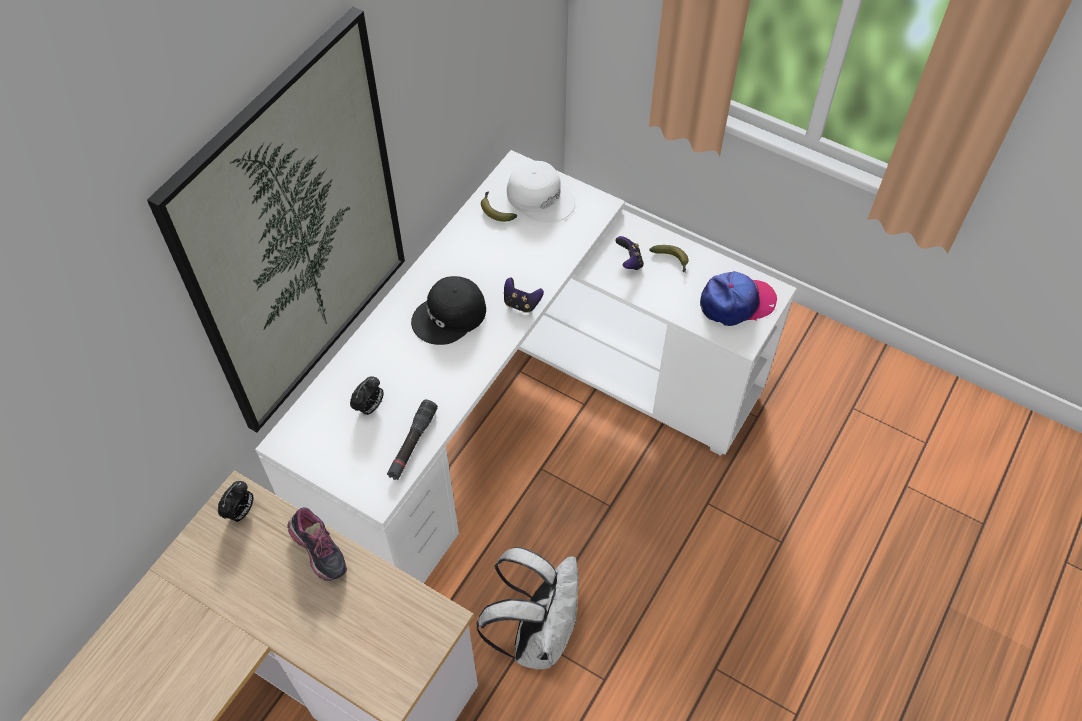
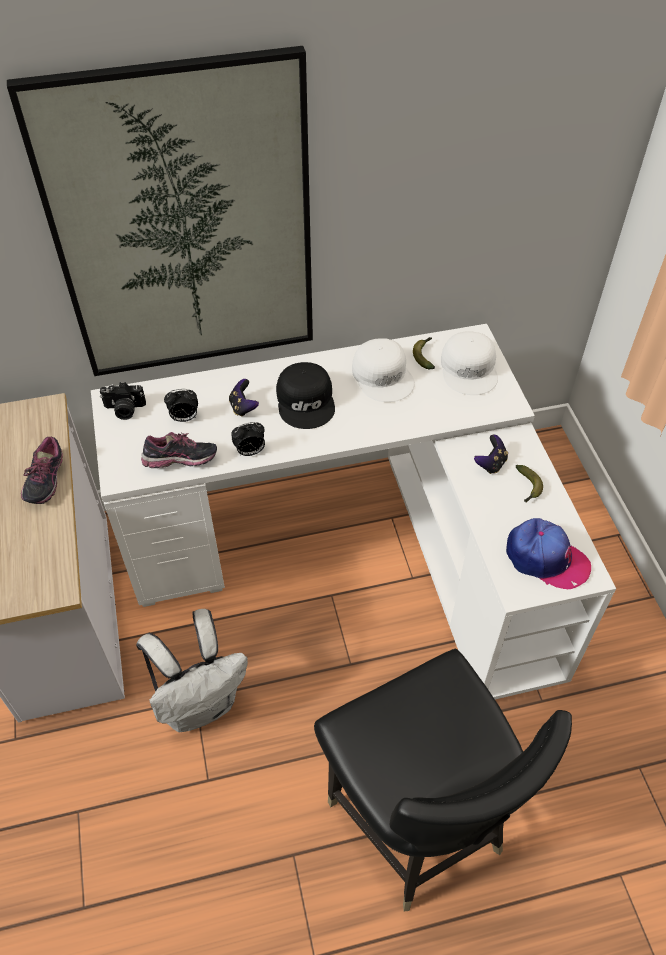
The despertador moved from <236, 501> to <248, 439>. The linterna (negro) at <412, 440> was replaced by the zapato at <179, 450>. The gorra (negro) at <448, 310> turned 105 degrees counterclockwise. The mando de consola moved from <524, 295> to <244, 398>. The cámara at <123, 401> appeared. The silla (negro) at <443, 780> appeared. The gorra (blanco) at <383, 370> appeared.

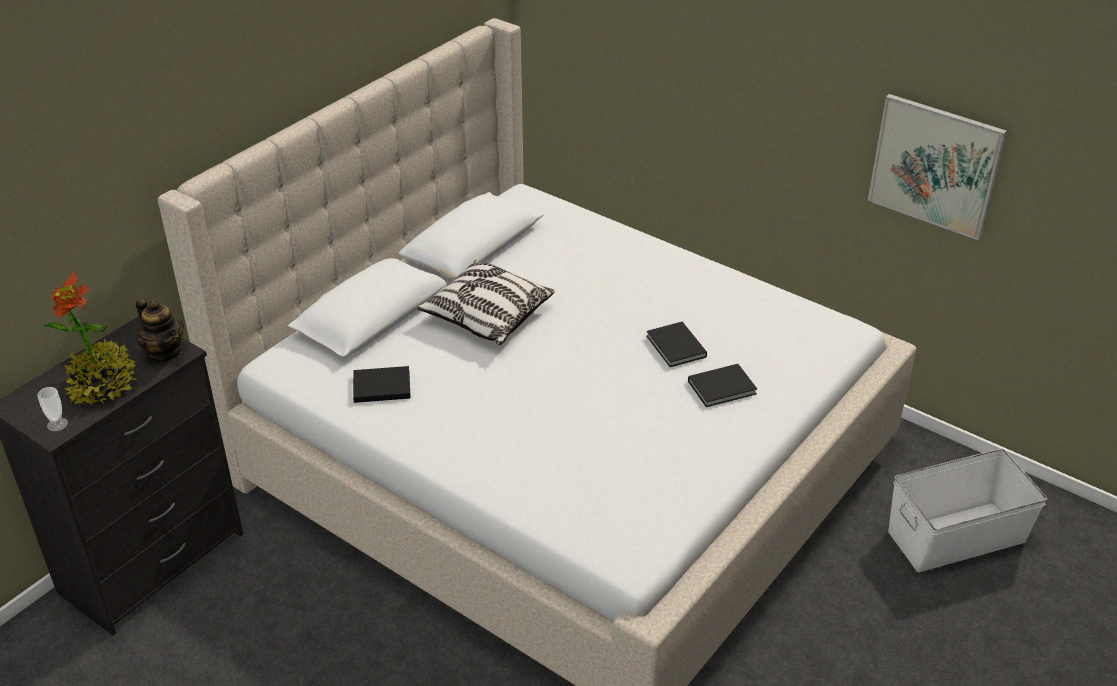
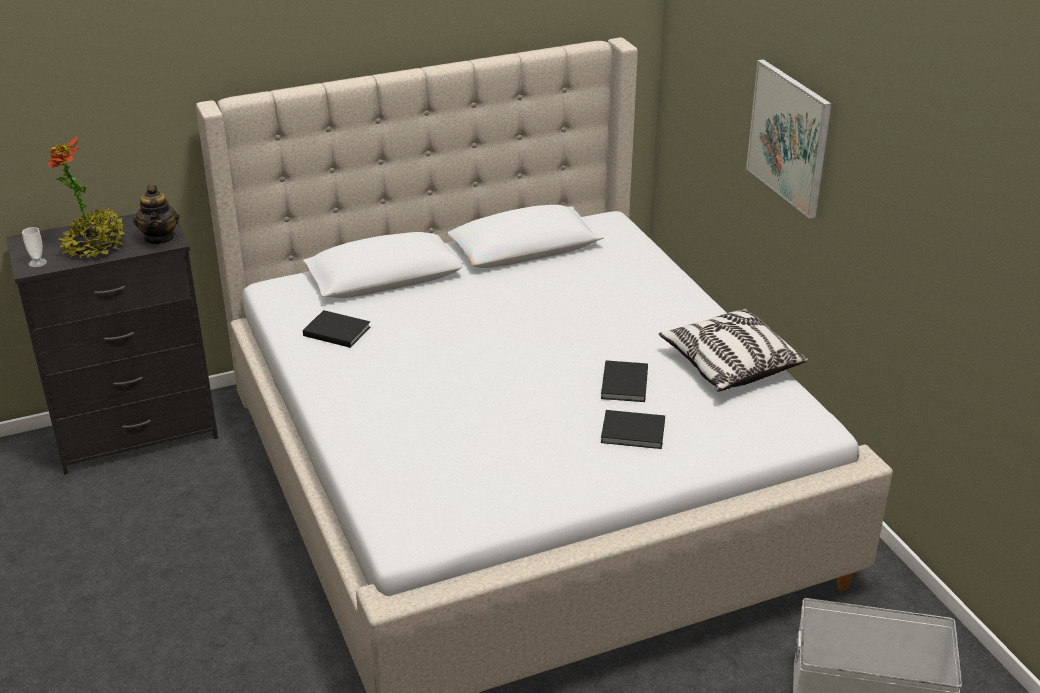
The cojín moved from <486, 302> to <733, 350>. The cuadro moved from <937, 167> to <789, 139>.

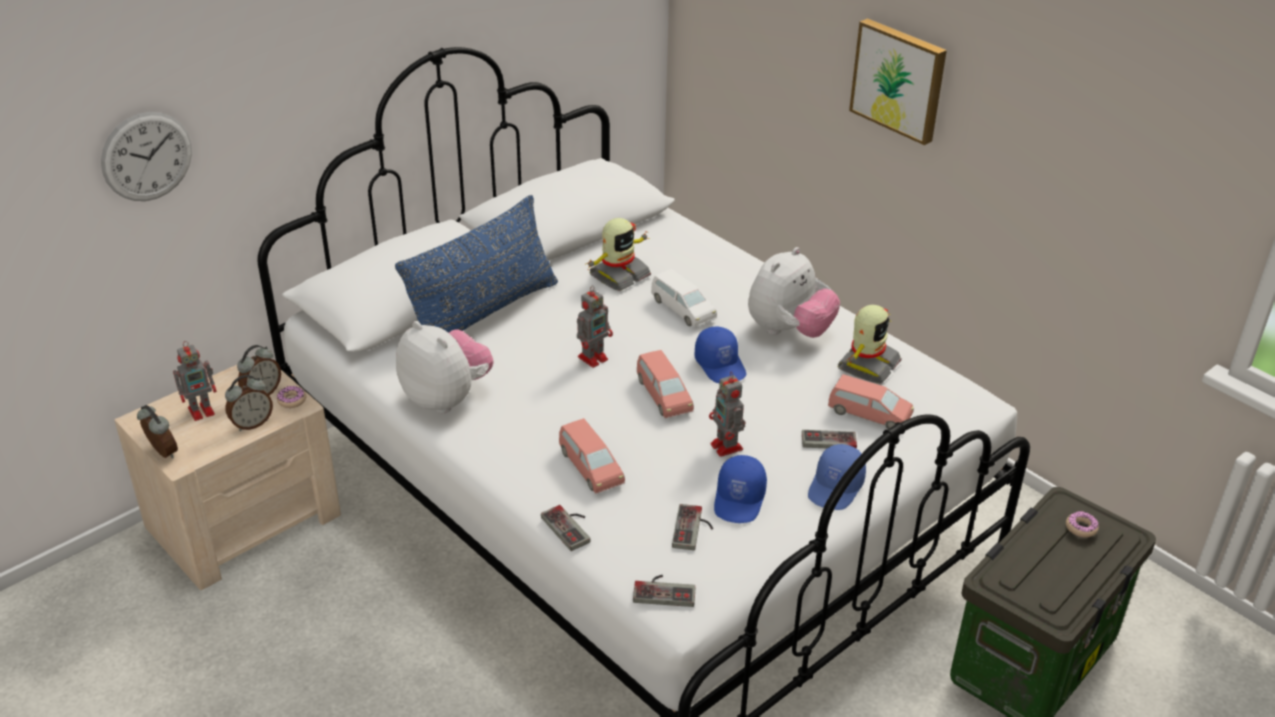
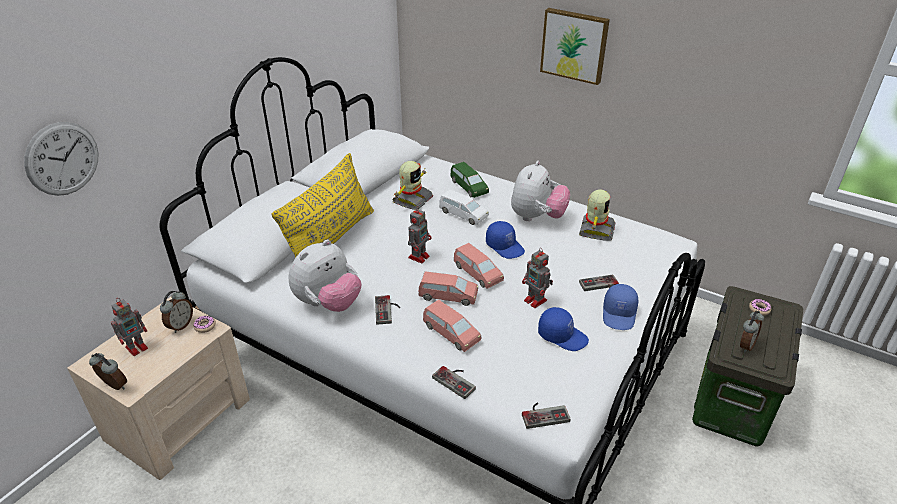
The despertador moved from <249, 403> to <752, 332>. The cojín (azul) at <476, 264> became the cojín (amarillo) at <322, 205>. The peluche at <445, 367> turned 105 degrees clockwise. The mando de consola moved from <692, 527> to <387, 310>. The gorra (azul) at <740, 489> turned 60 degrees counterclockwise. The coche de juguete (rosa) moved from <871, 401> to <448, 288>. The coche de juguete (verde) at <469, 180> appeared.

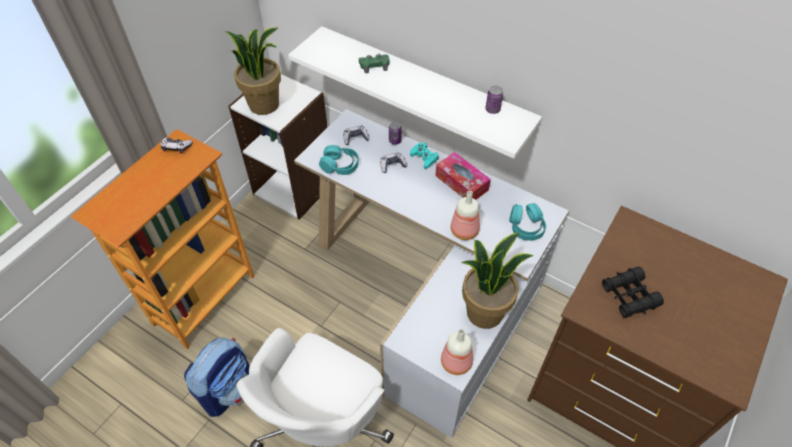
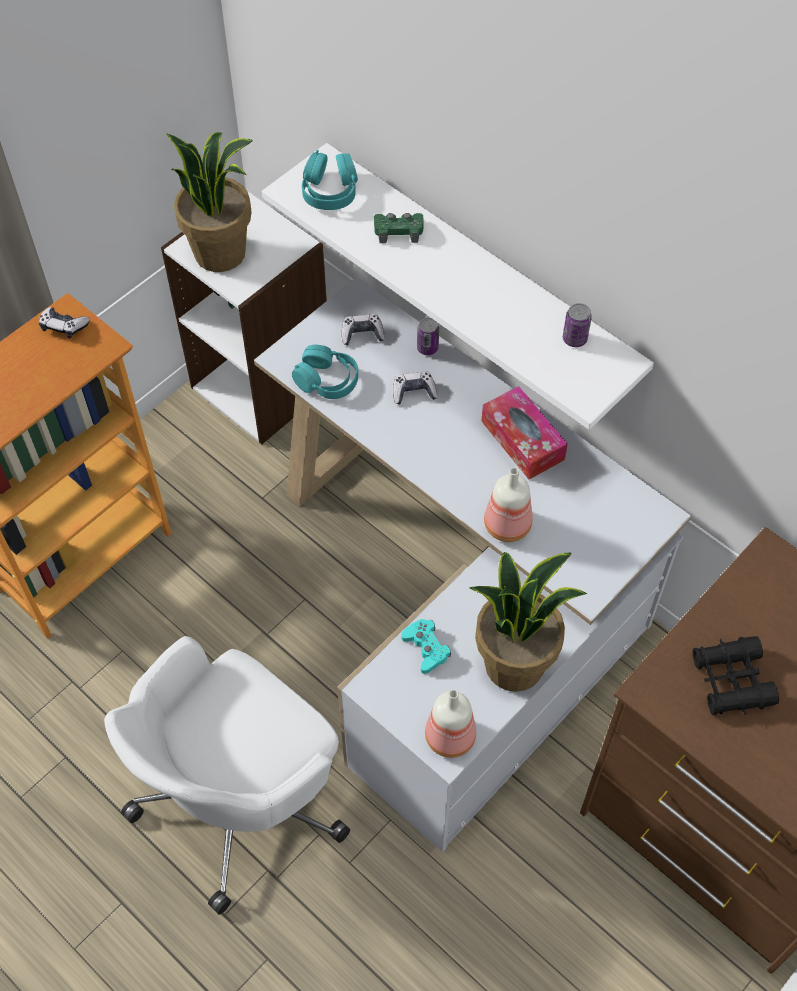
The mochila at <217, 377> disappeared. The mando de consola (turquesa) moved from <424, 156> to <426, 646>. The auriculares (turquesa) moved from <527, 222> to <330, 180>.

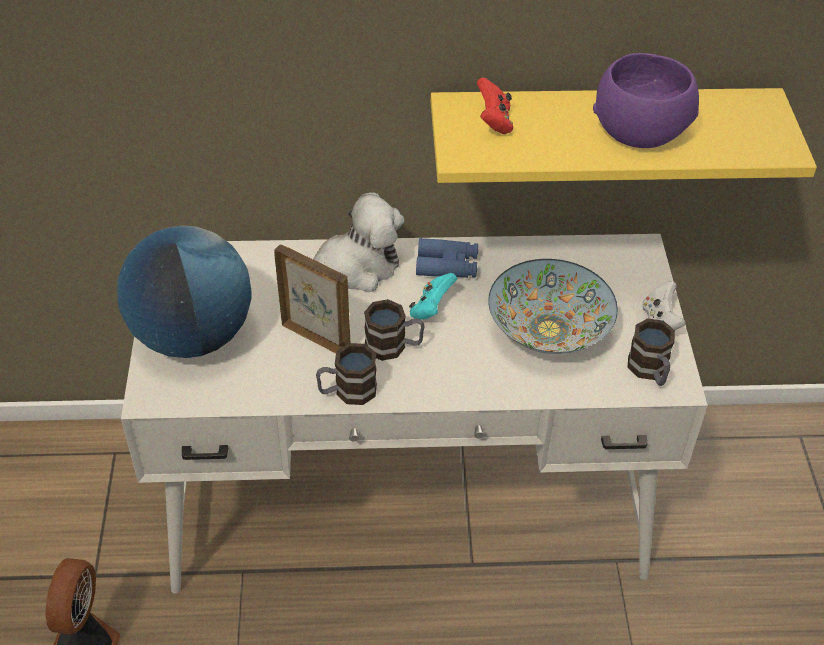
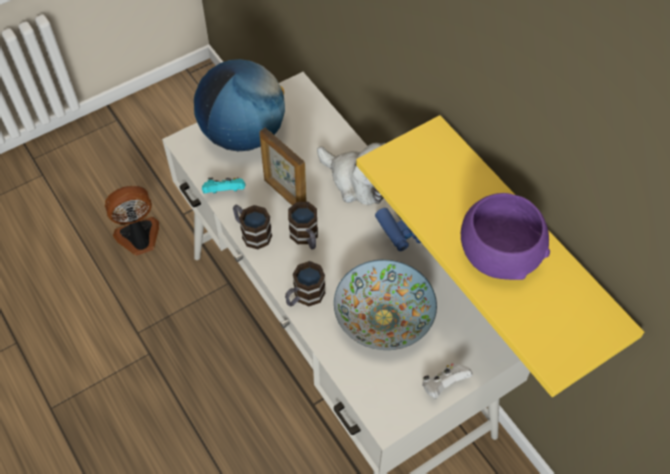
The portarretratos at <312, 299> turned 135 degrees clockwise. The mando de consola (turquesa) moved from <433, 296> to <223, 185>. The mando de consola (rojo) at <495, 105> disappeared. The taza grande moved from <651, 352> to <305, 284>.

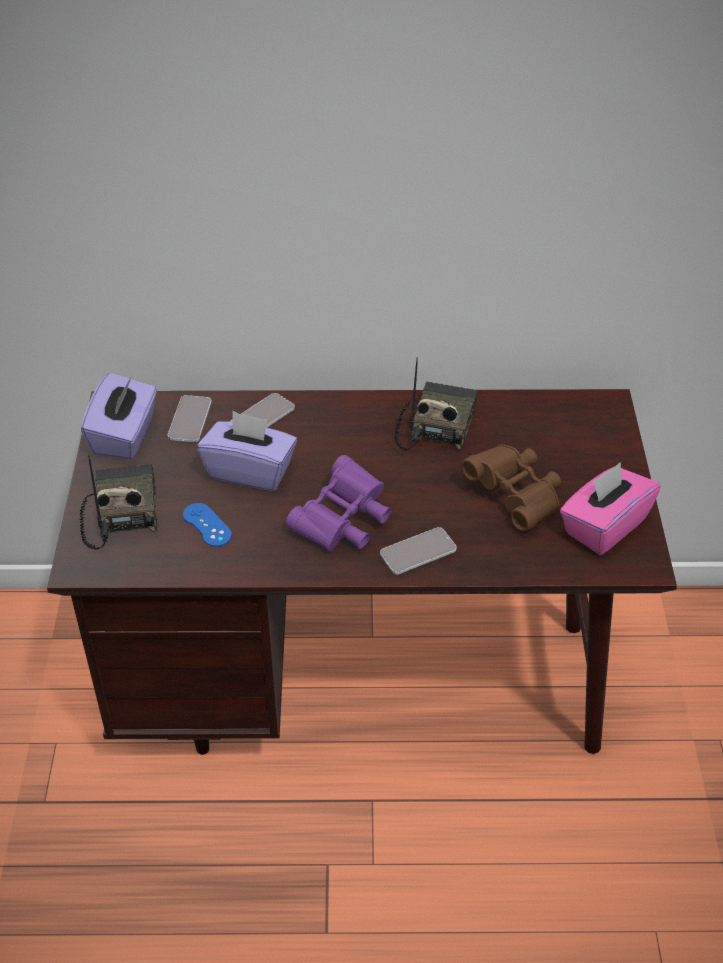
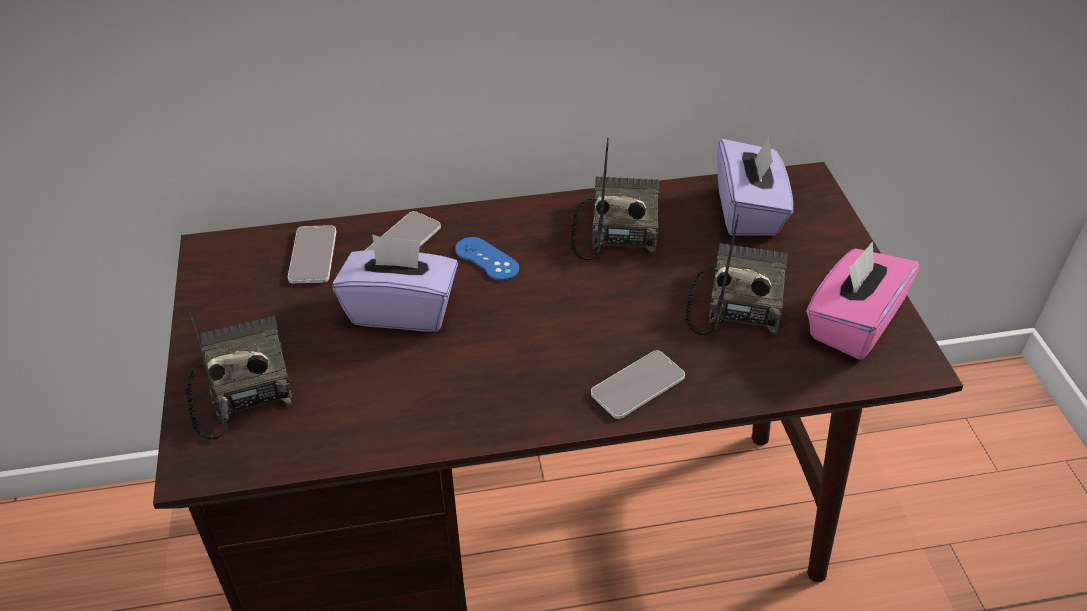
The caja de pañuelos (morado) moved from <119, 416> to <755, 186>. The mando de consola (azul) moved from <207, 525> to <487, 259>. The prismáticos (morado) at <338, 503> disappeared. The prismáticos (marrón) at <511, 488> was replaced by the radio at <736, 274>.

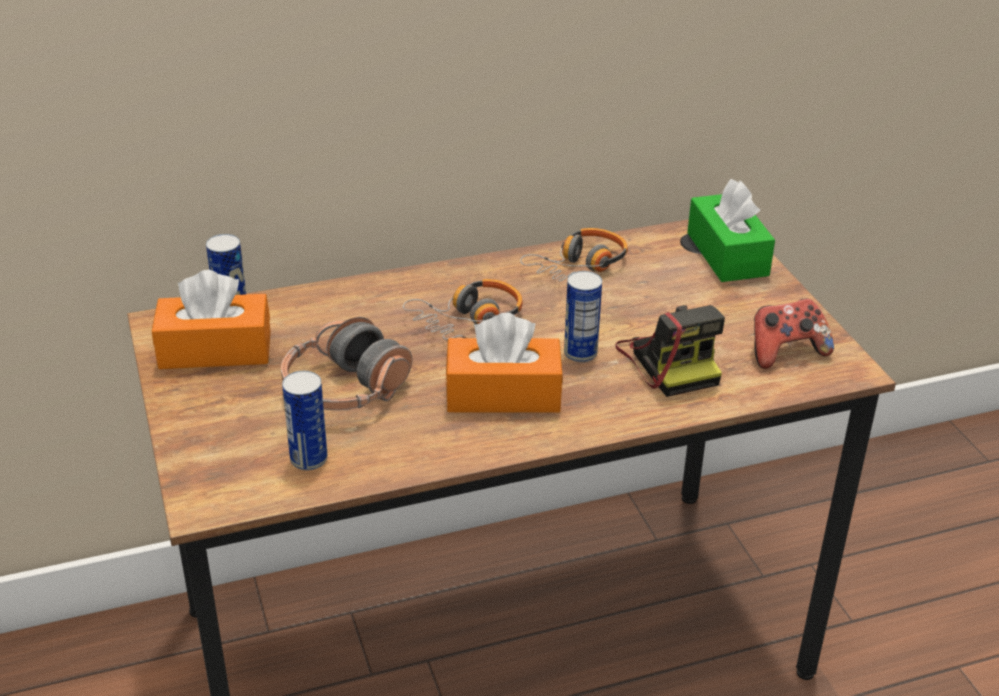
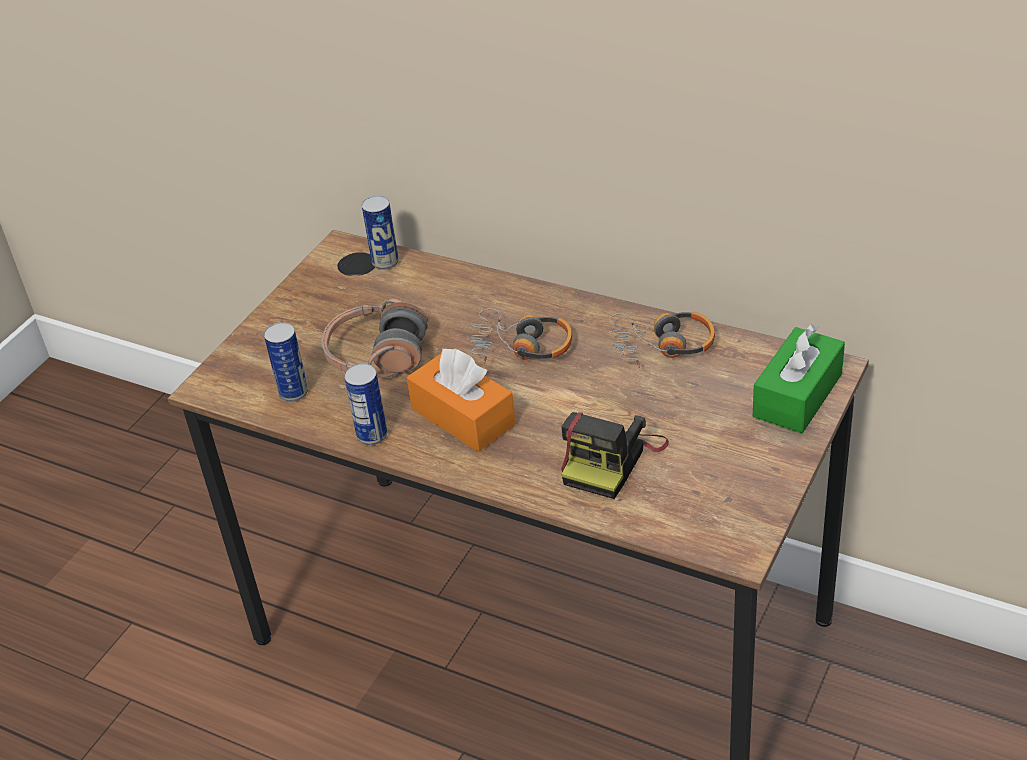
The caja de pañuelos (naranja) at <211, 319> disappeared. The lata moved from <583, 316> to <365, 404>. The mando de consola at <794, 333> disappeared.

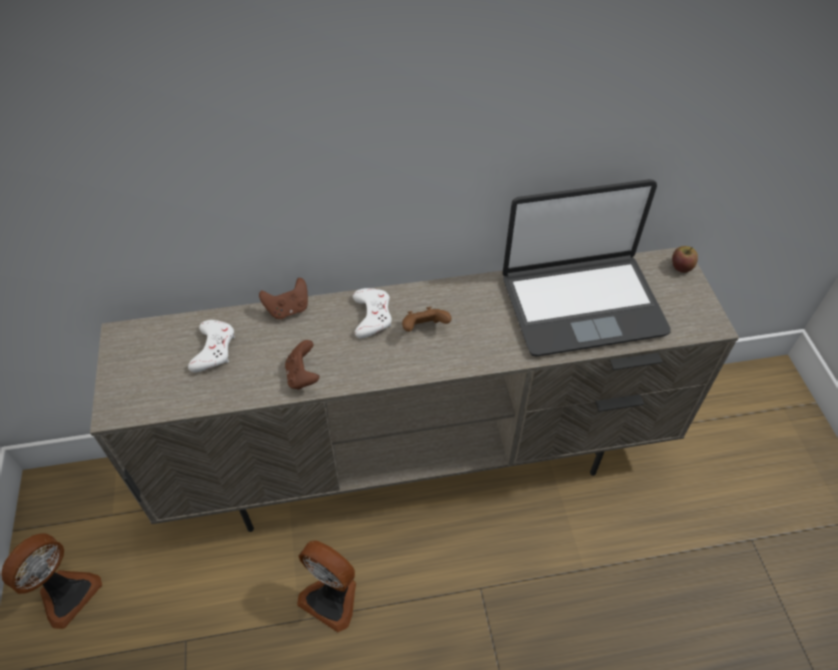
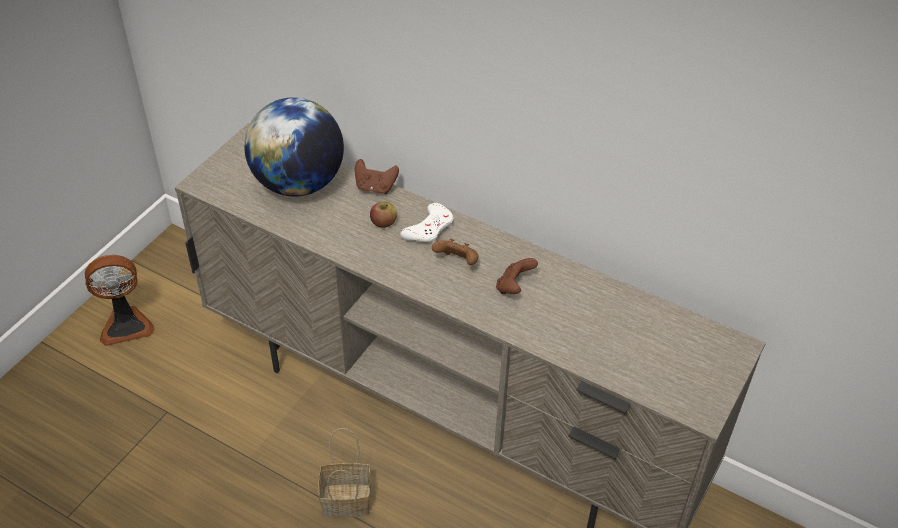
The mando de consola (blanco) at <211, 346> was replaced by the globo terráqueo at <294, 147>. The mando de consola (marrón) moved from <302, 365> to <517, 276>. The ventilador at <326, 586> disappeared. The portátil at <586, 268> disappeared. The manzana moved from <685, 259> to <383, 215>. The cesta at <344, 472> appeared.

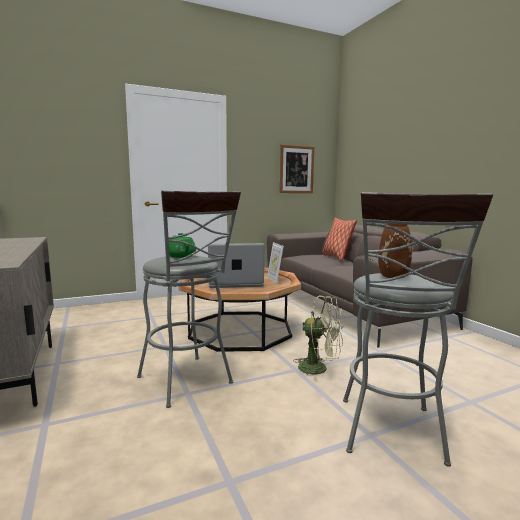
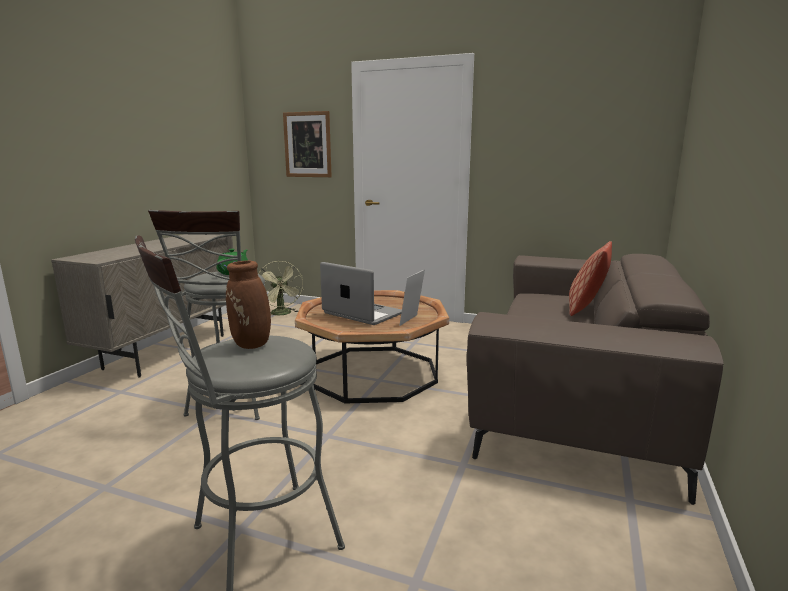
The cuadro moved from <297, 169> to <307, 144>. The ventilador (verde) moved from <318, 338> to <281, 288>.

